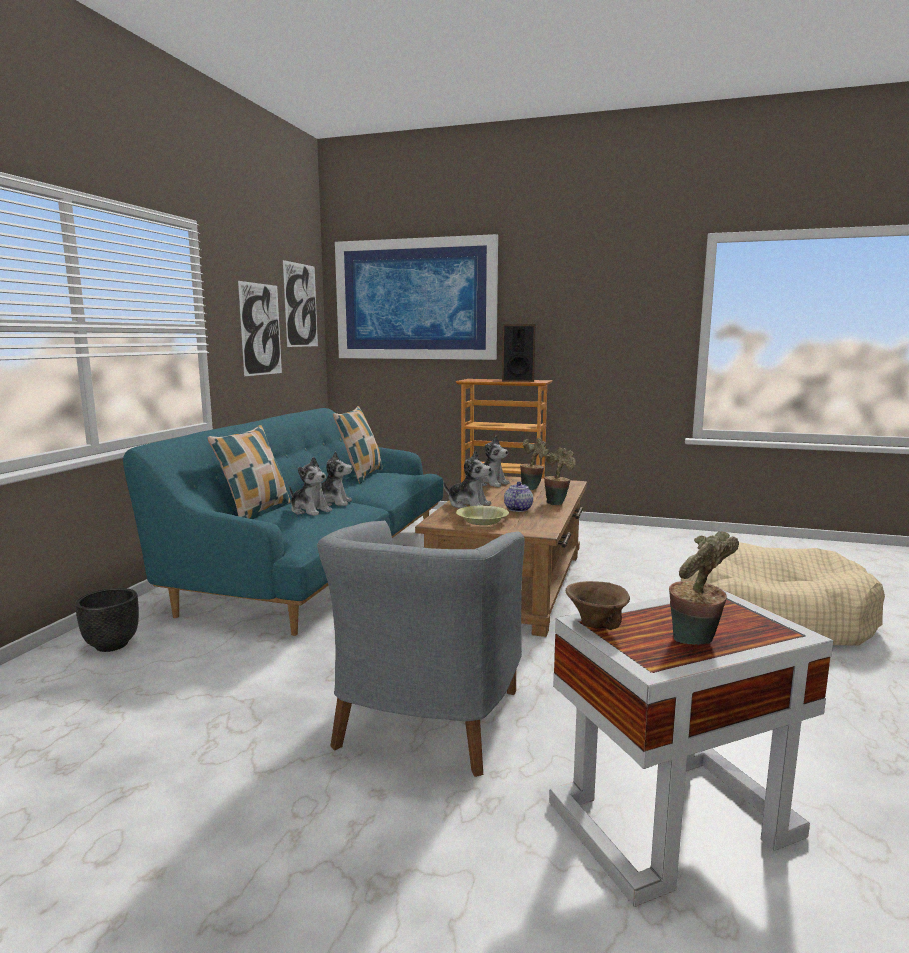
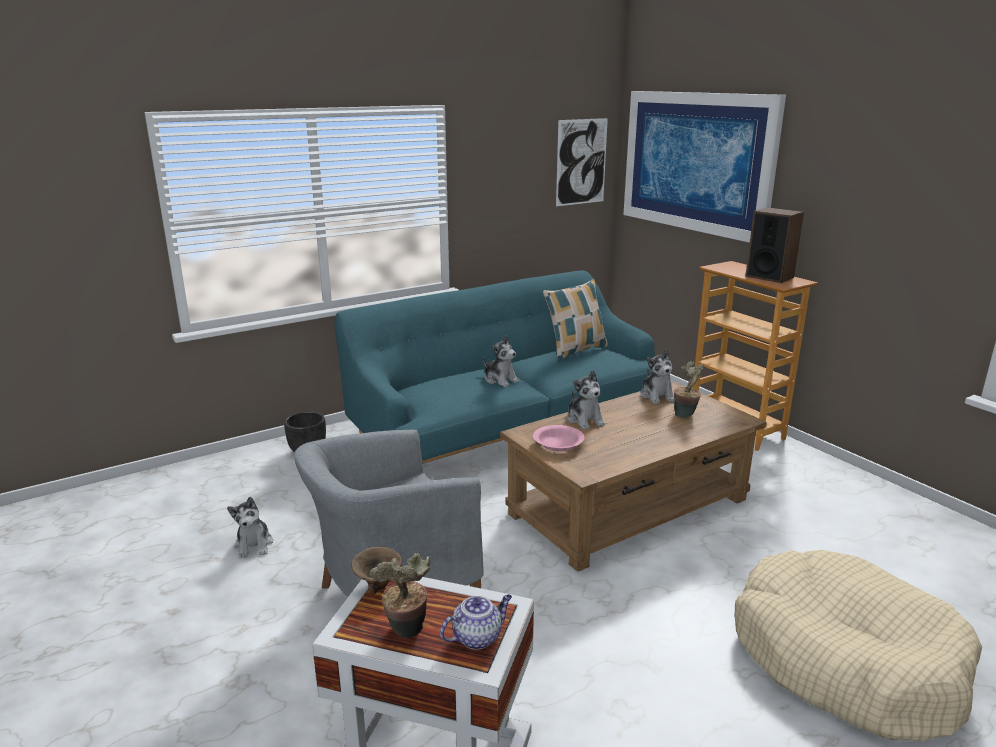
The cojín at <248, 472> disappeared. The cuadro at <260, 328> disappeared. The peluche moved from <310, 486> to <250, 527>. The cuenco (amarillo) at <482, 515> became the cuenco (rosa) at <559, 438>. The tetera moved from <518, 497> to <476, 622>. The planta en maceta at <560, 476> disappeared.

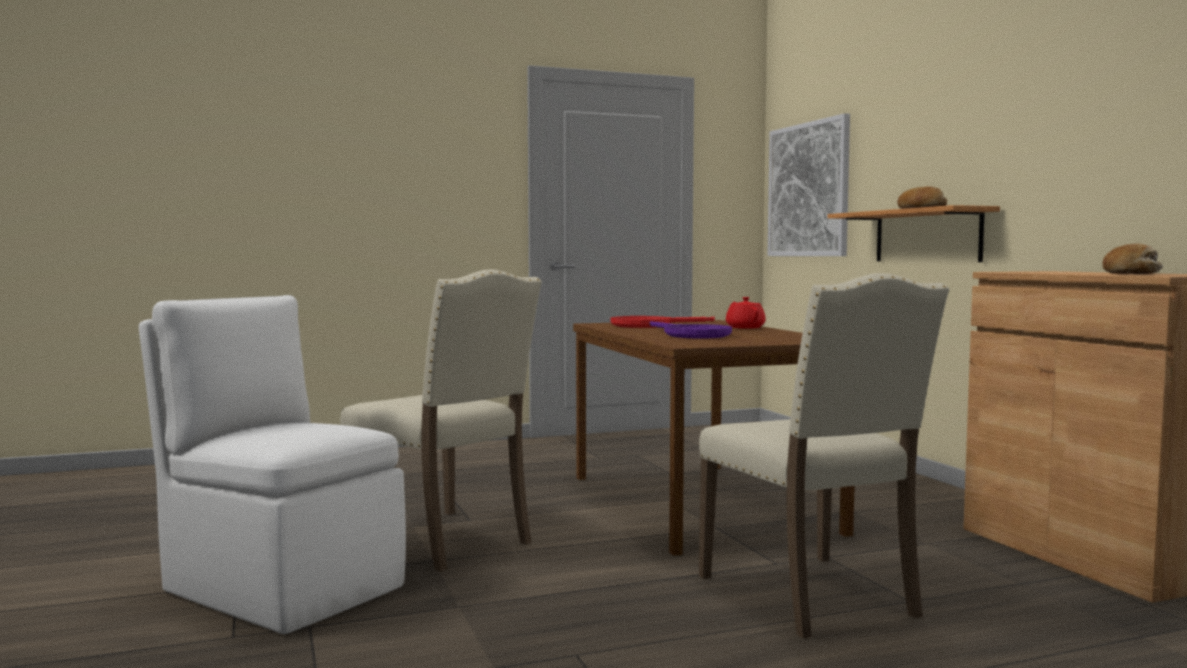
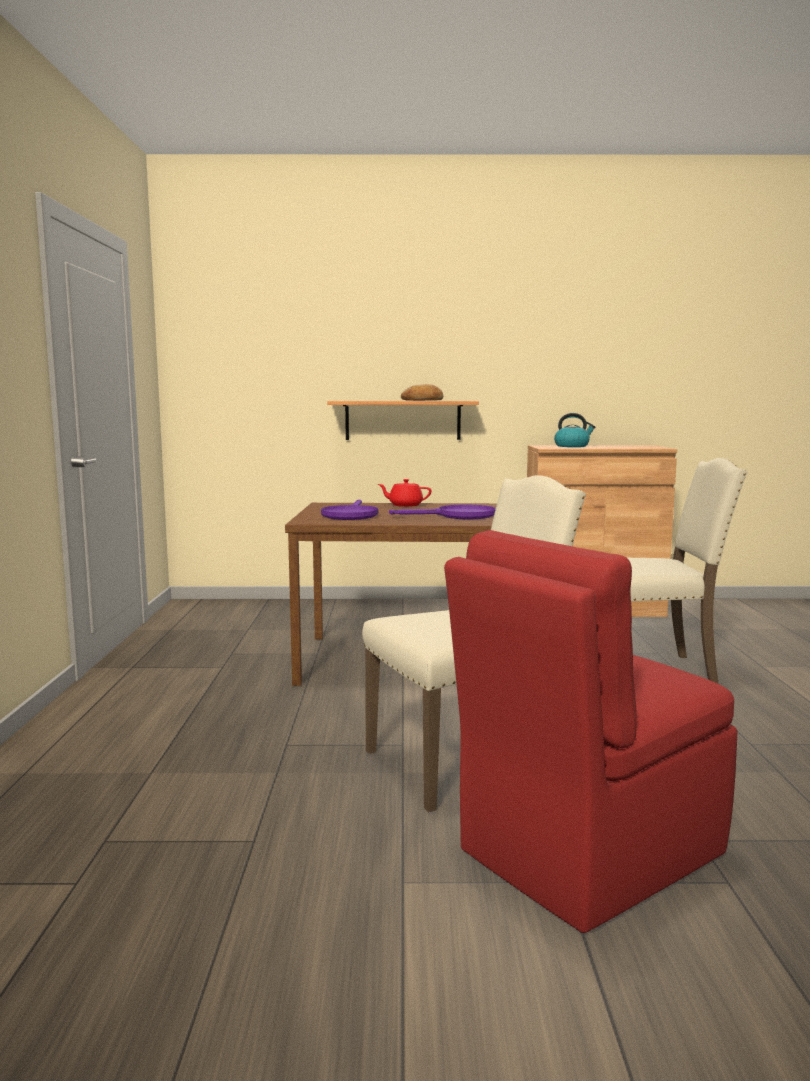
The silla (blanco) at <272, 464> became the silla (rojo) at <590, 731>. The sartén (rojo) at <663, 322> became the sartén (morado) at <349, 509>. The cuadro at <808, 184> disappeared. The pan at <1133, 258> disappeared. The hervidor at <574, 430> appeared.

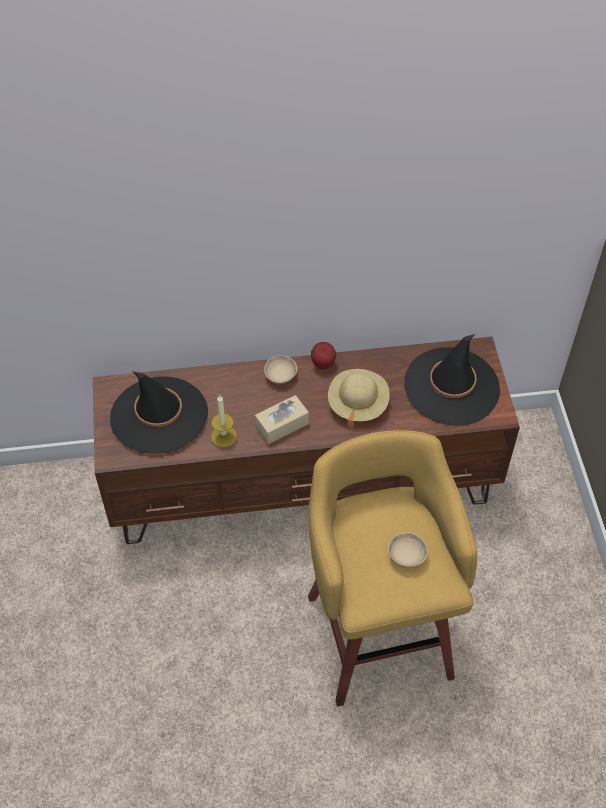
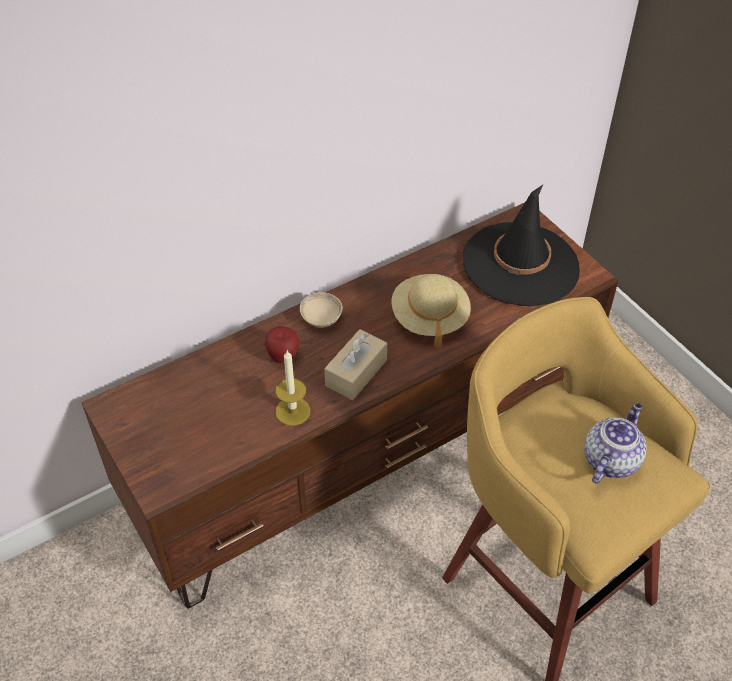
The sombrero (negro) at <159, 412> disappeared. The manzana moved from <323, 355> to <282, 344>. The cuenco (beis) at <408, 550> was replaced by the tetera at <615, 443>.

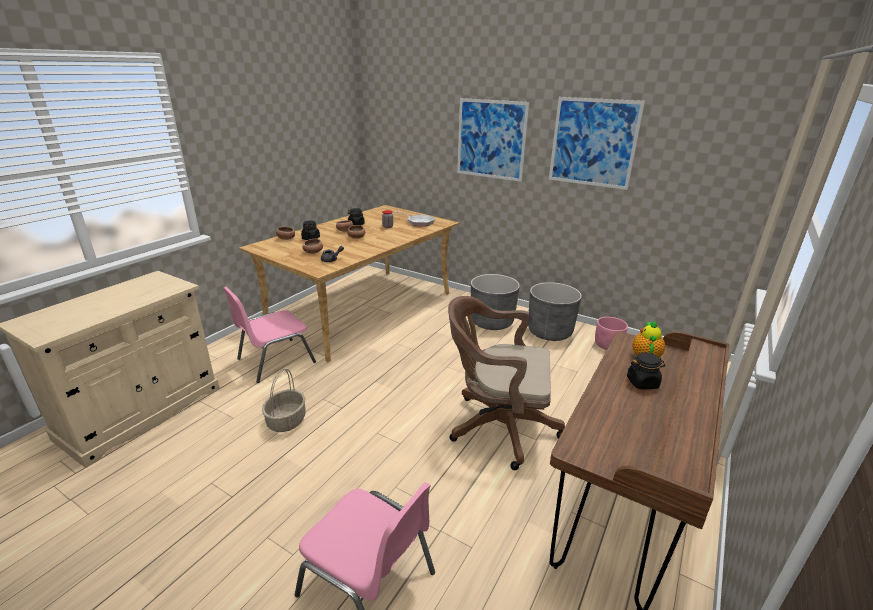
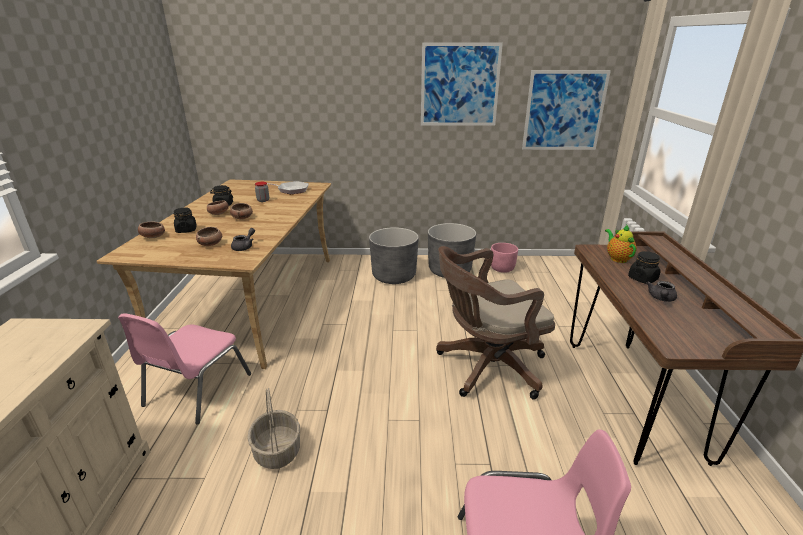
The cuadro moved from <493, 140> to <566, 110>. The tetera (gris) at <662, 291> appeared.

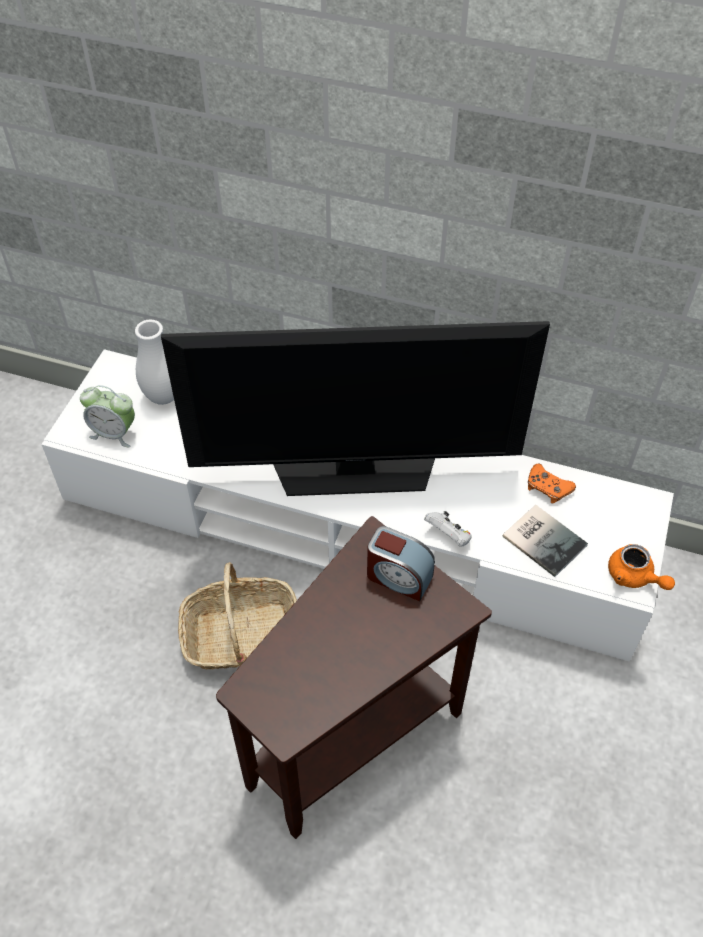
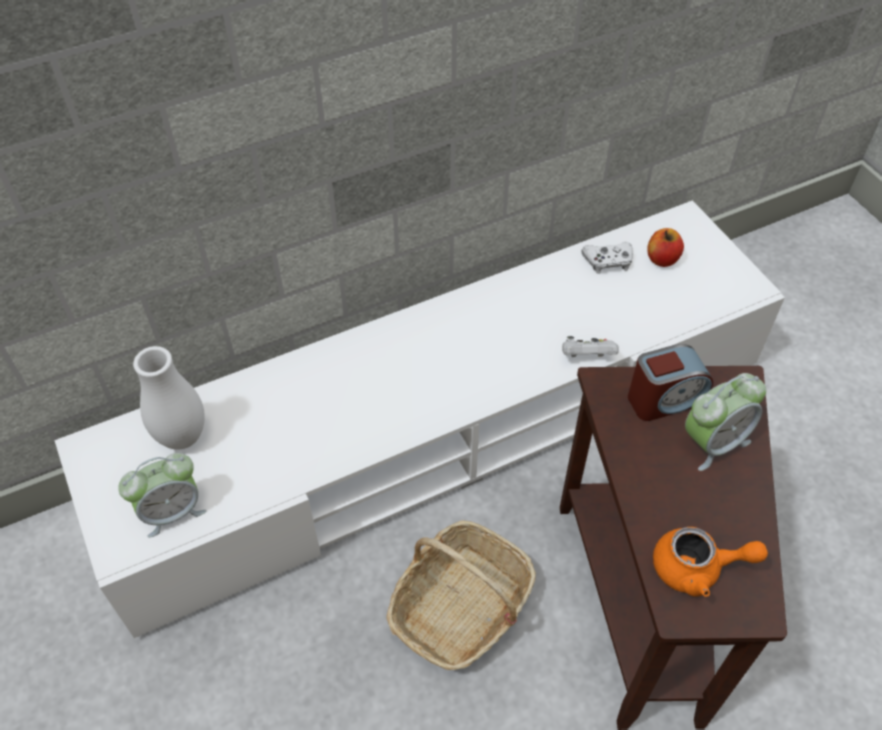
The televisor at <355, 408> disappeared. The libro at <545, 541> disappeared. The mando de consola (naranja) at <552, 483> became the mando de consola (blanco) at <607, 258>. The tetera (naranja) moved from <641, 567> to <710, 562>. The manzana at <665, 247> appeared. The despertador at <725, 422> appeared.

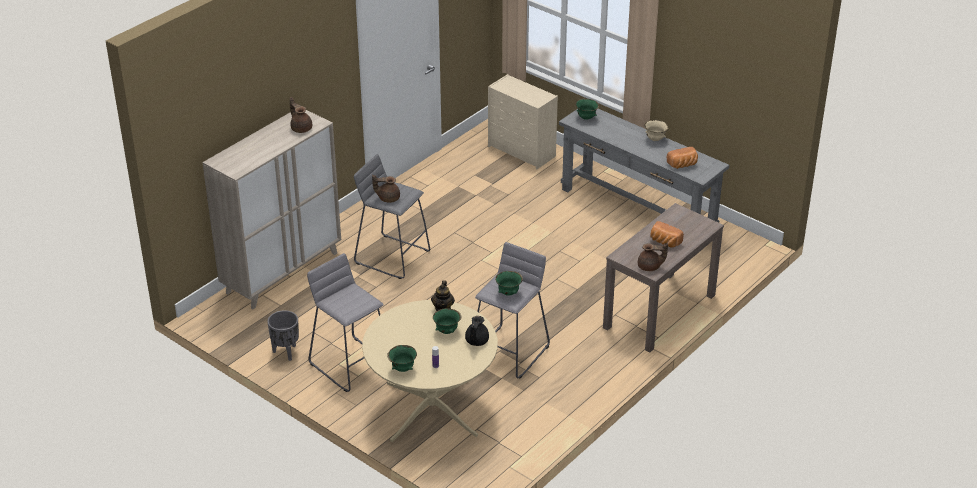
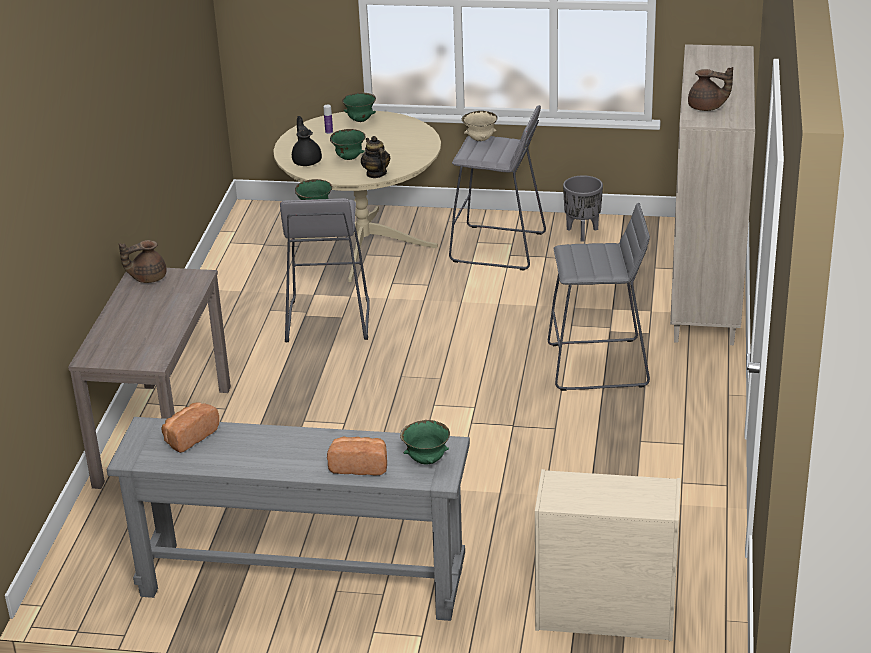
The tetera (marrón) at <386, 189> disappeared. The cuenco (beis) moved from <656, 130> to <479, 126>. The pan moved from <667, 234> to <357, 456>.

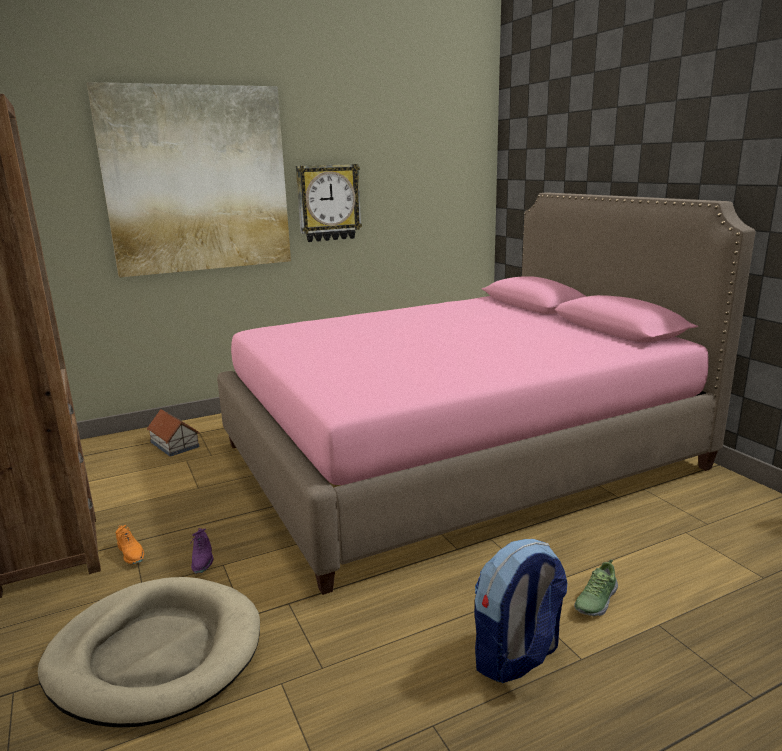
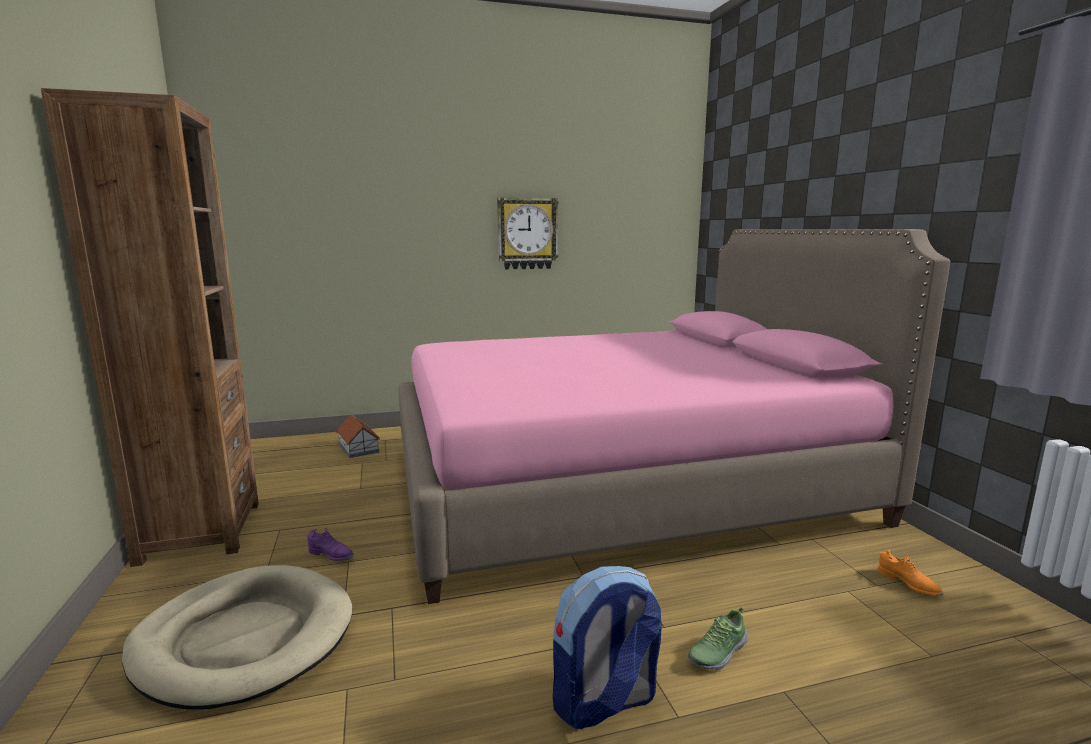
The cuadro at <189, 180> disappeared. The zapato (naranja) moved from <129, 545> to <910, 573>. The zapato (morado) at <202, 551> turned 60 degrees counterclockwise.

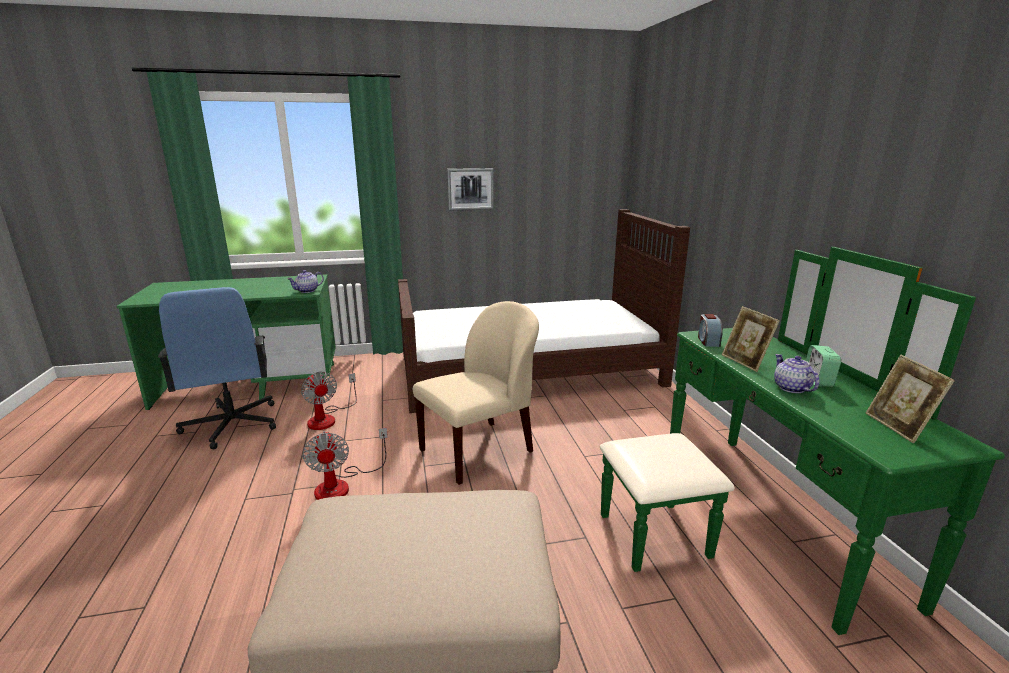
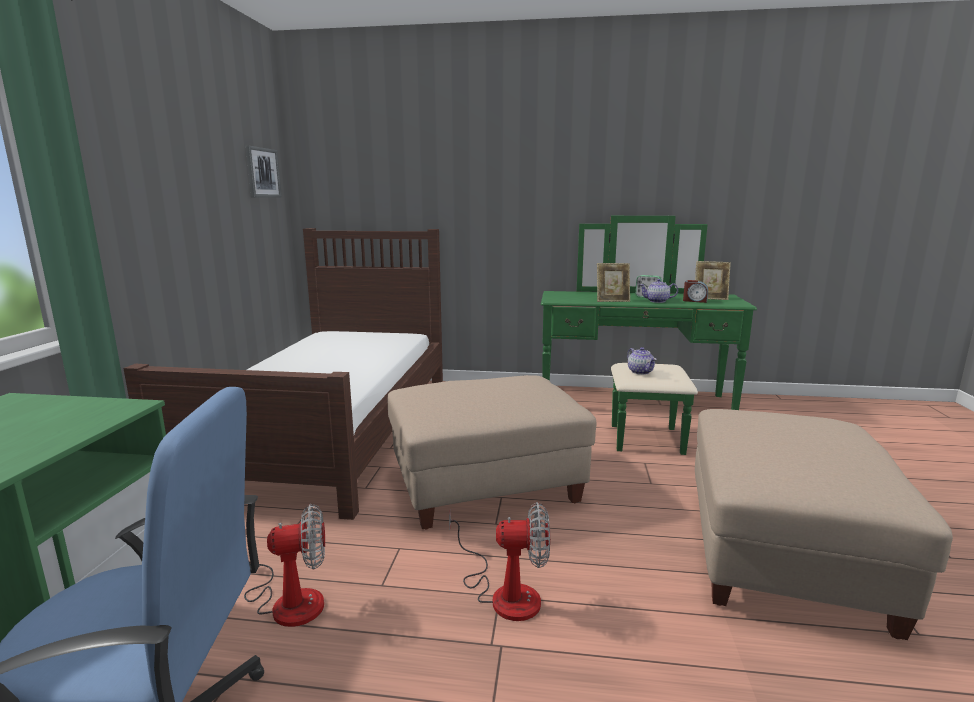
The tetera moved from <305, 281> to <642, 361>. The silla (beis) at <476, 393> was replaced by the puf (beis) at <492, 452>. The cuadro moved from <470, 189> to <263, 172>. The despertador moved from <710, 330> to <695, 291>.

